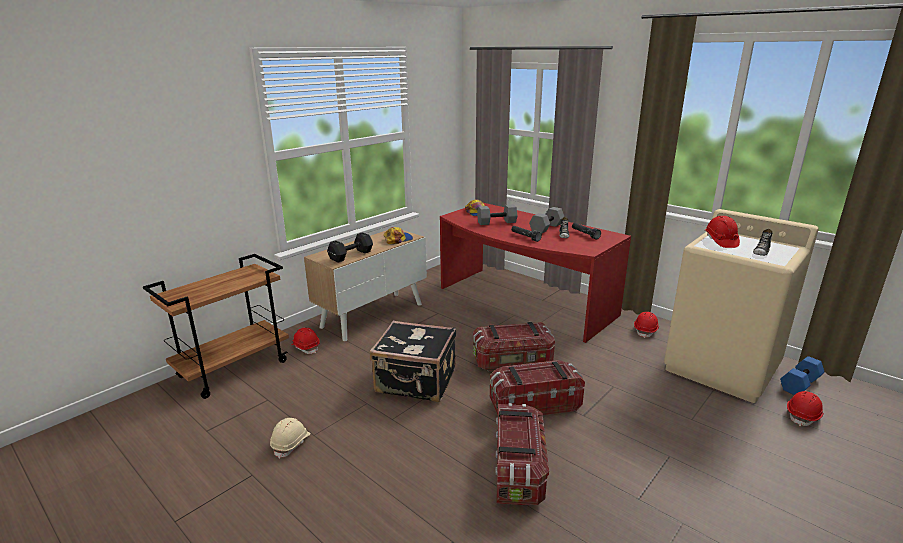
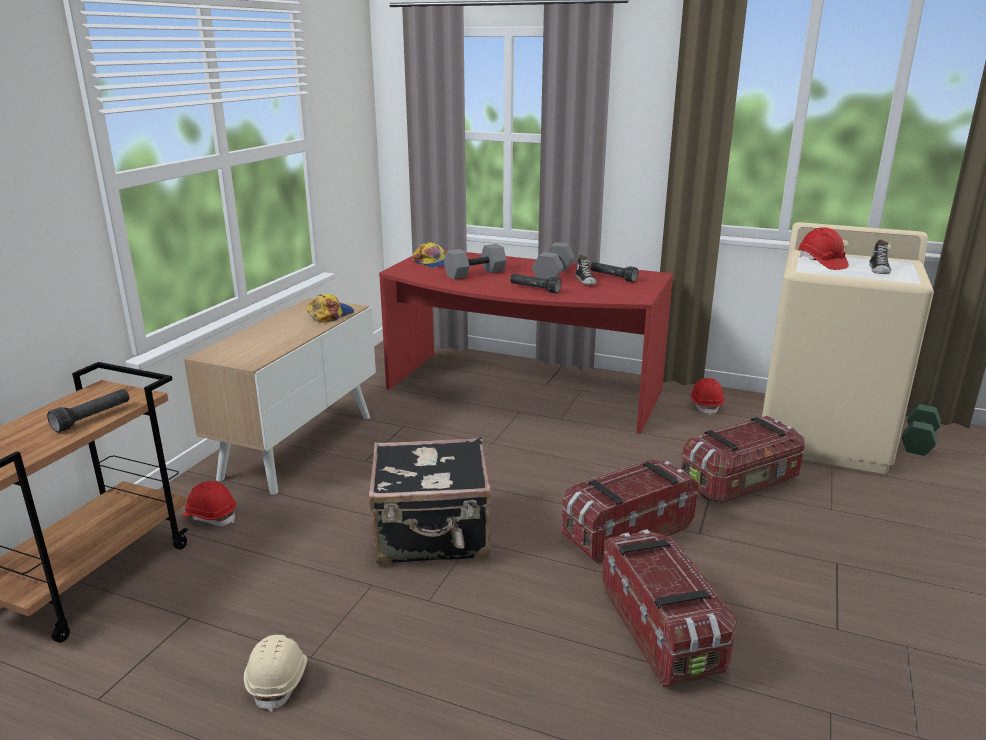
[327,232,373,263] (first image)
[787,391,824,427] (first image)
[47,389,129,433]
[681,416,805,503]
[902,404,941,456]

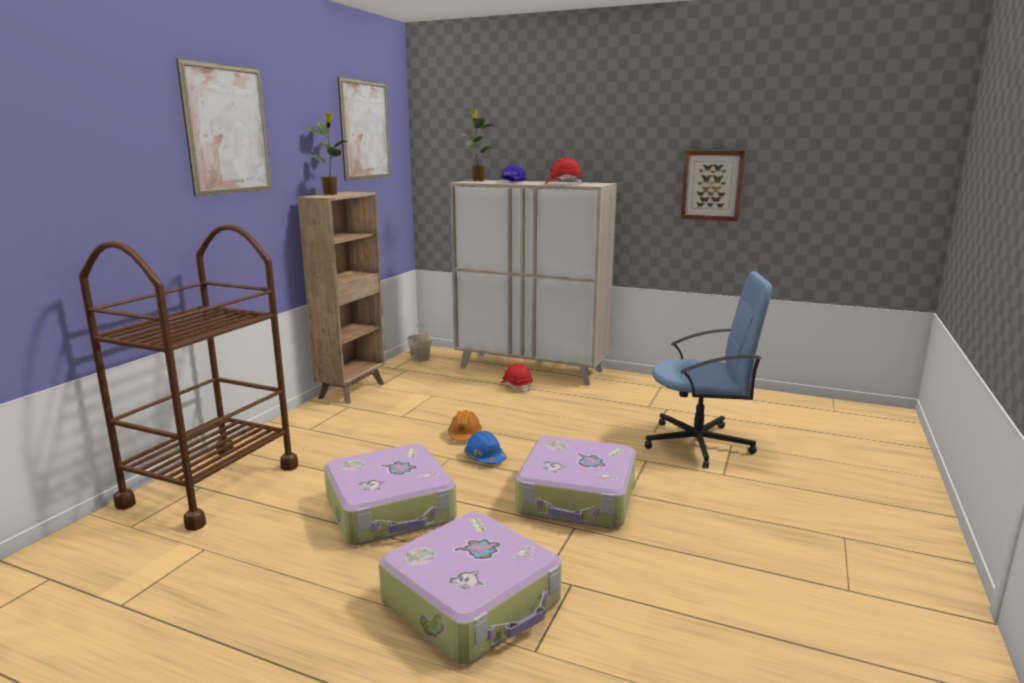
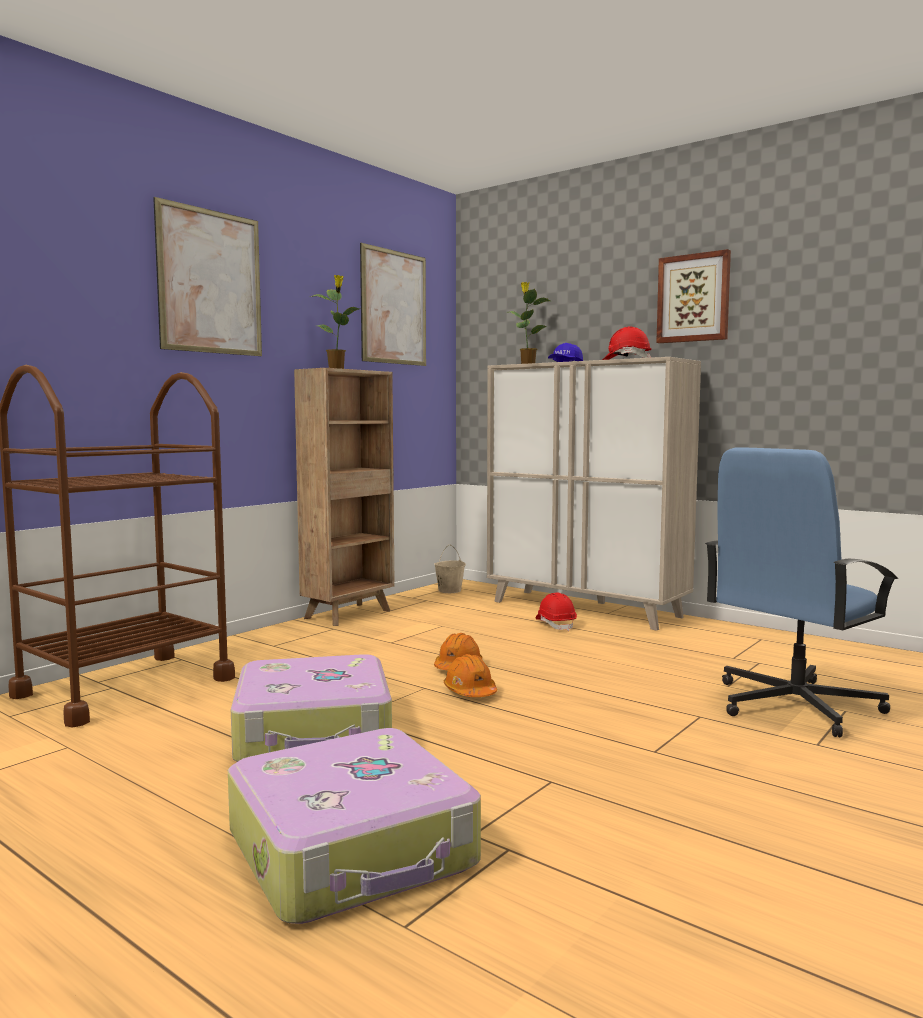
[515,436,636,529] (first image)
[656,249,731,343]
[444,654,497,697]
[705,447,898,737]

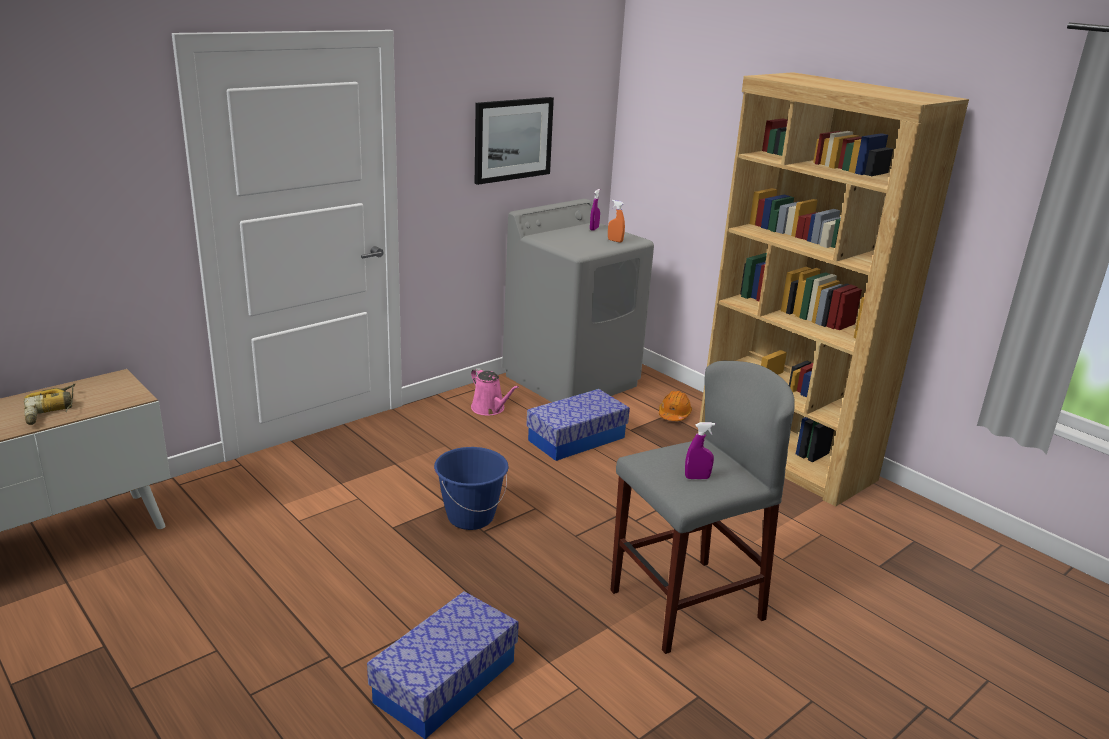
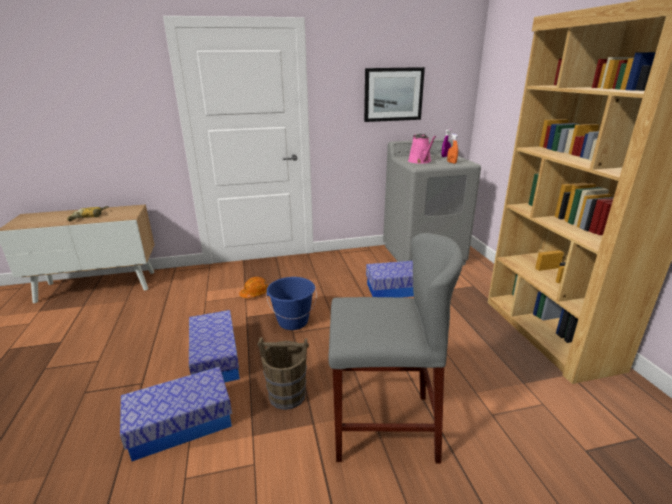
[685,422,715,479] (first image)
[189,310,240,382]
[258,337,309,410]
[408,134,436,164]
[239,277,268,298]

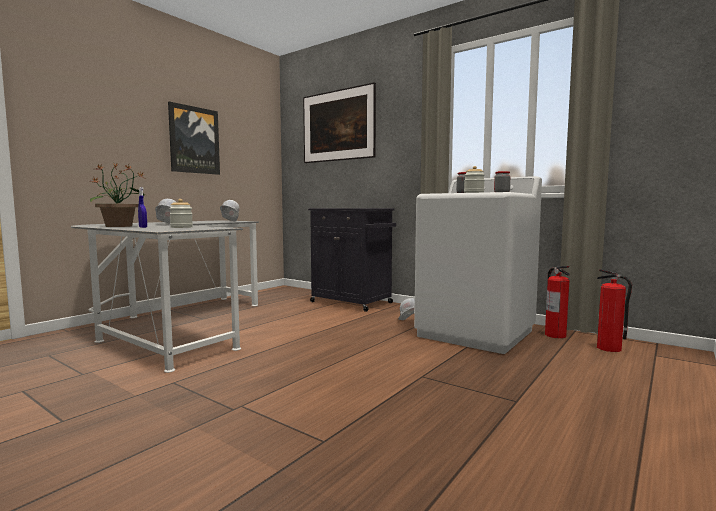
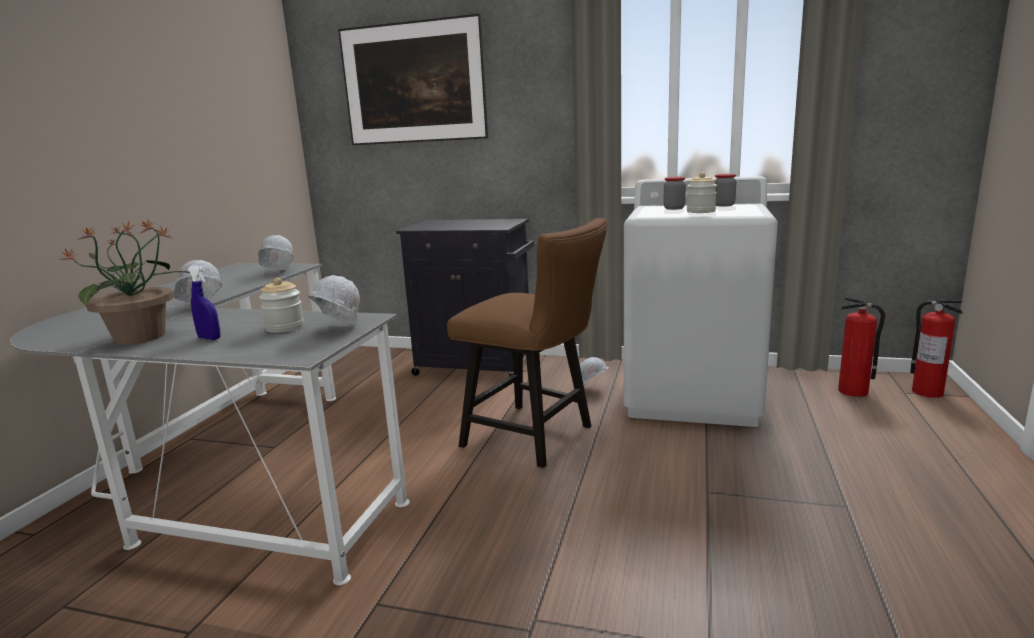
[168,101,220,175] (first image)
[308,275,360,325]
[447,218,608,468]
[910,300,962,398]

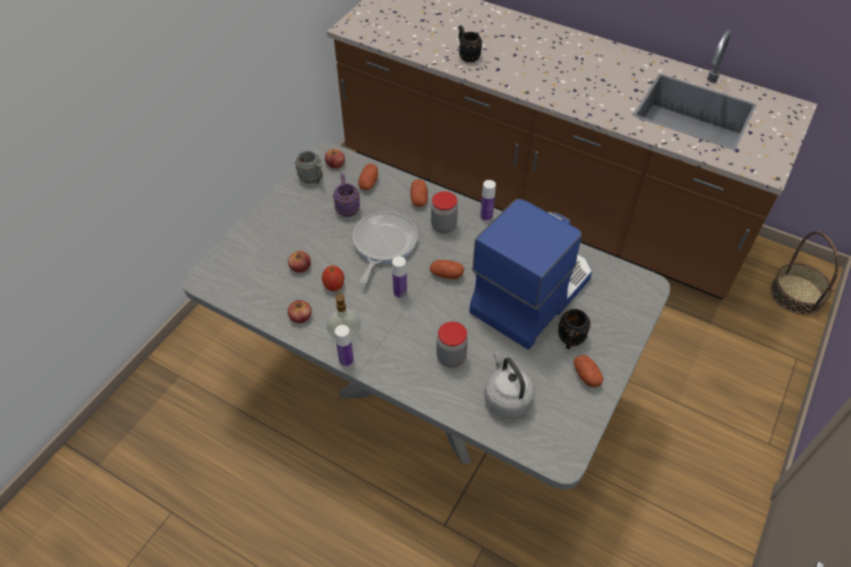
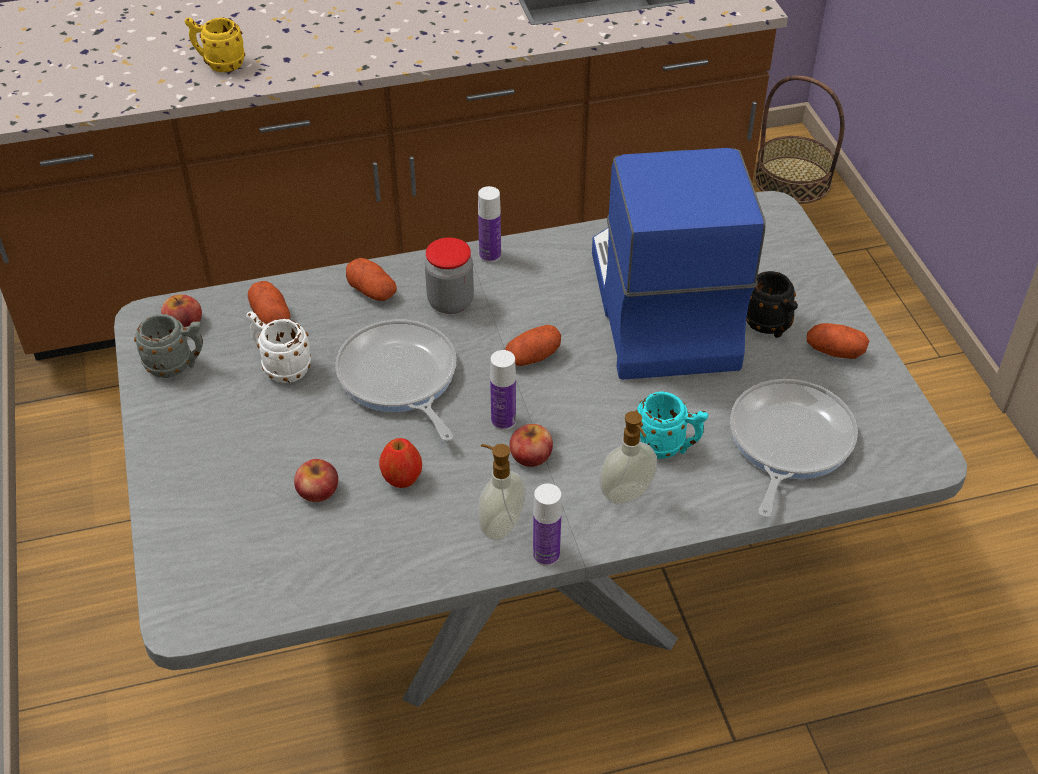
[599,411,657,505]
[509,424,553,467]
[636,392,708,459]
[730,379,858,517]
[246,311,311,383]
[185,17,245,72]

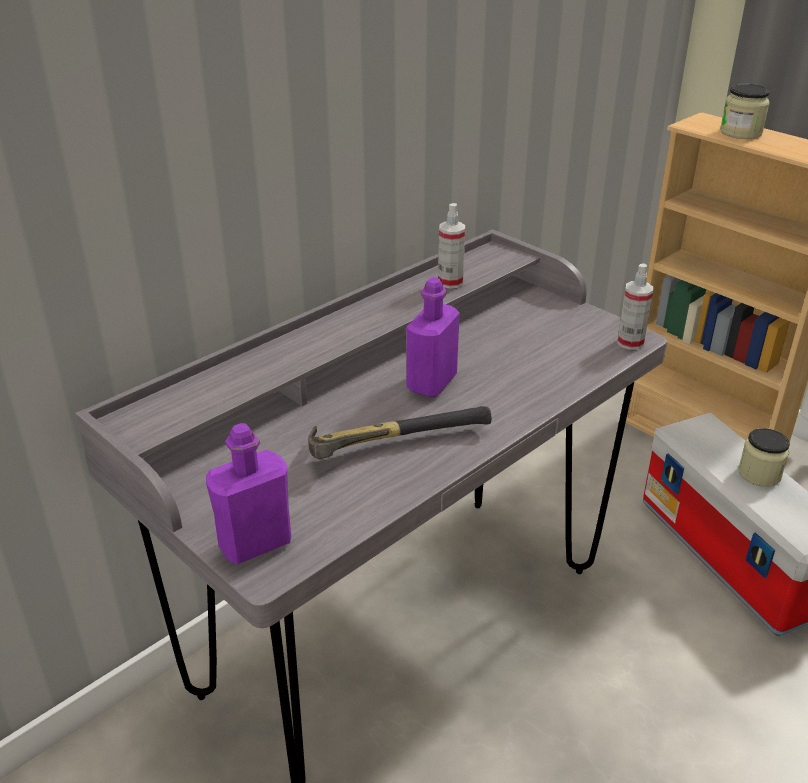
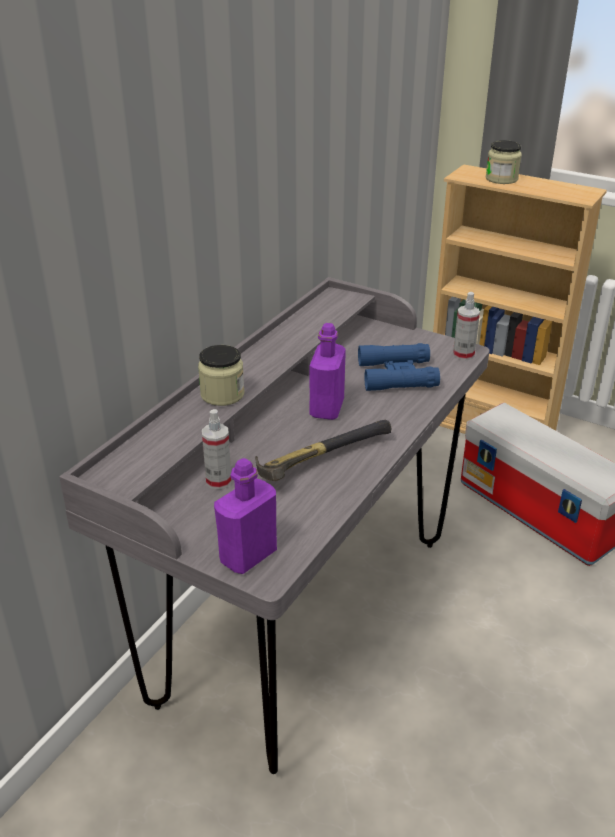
[358,343,440,391]
[202,409,232,490]
[198,345,244,406]

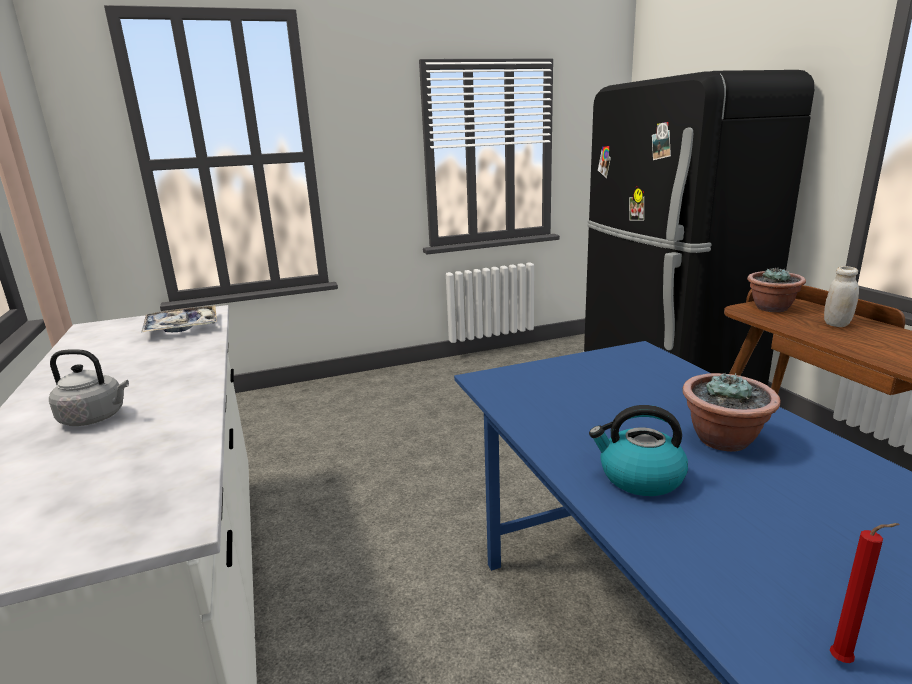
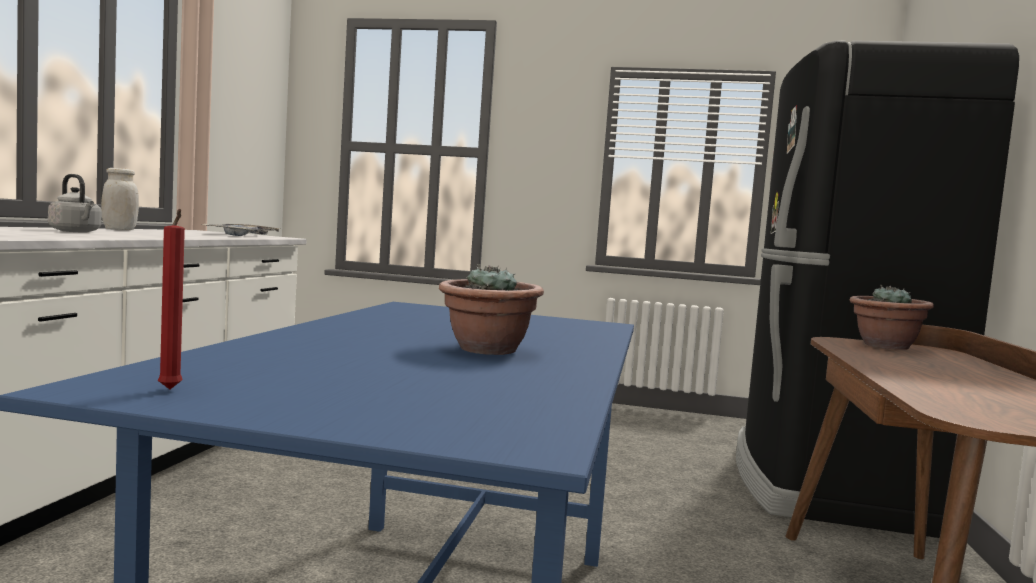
[589,405,688,496] (first image)
[101,168,139,230]

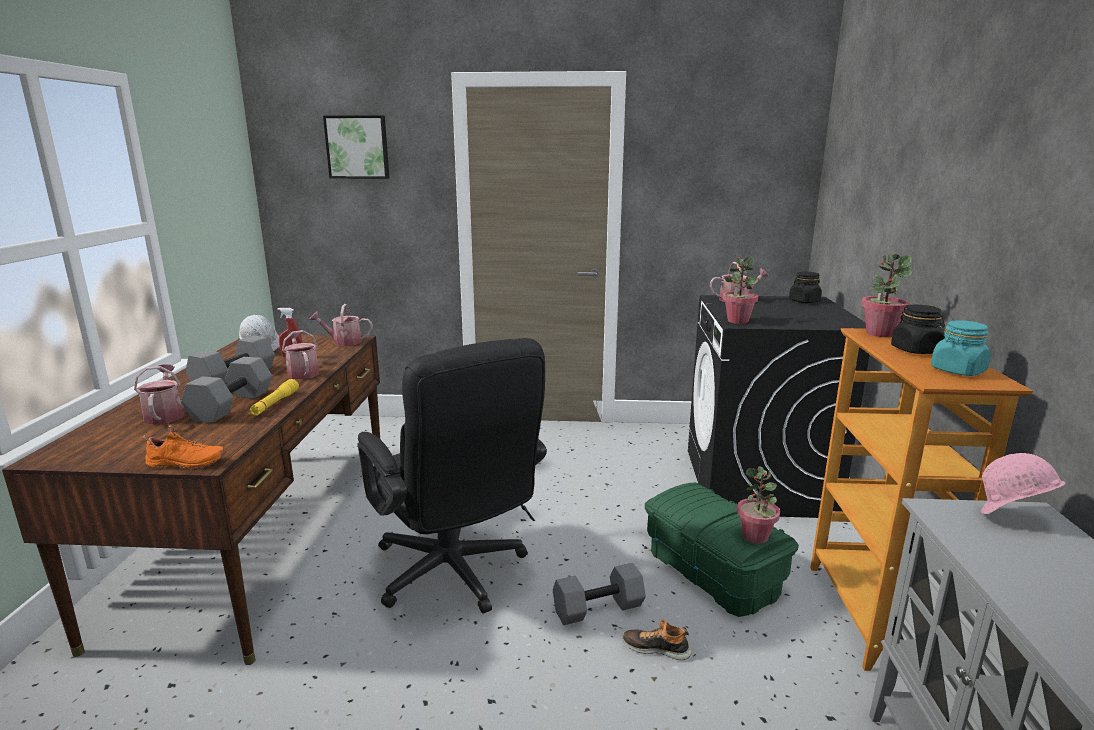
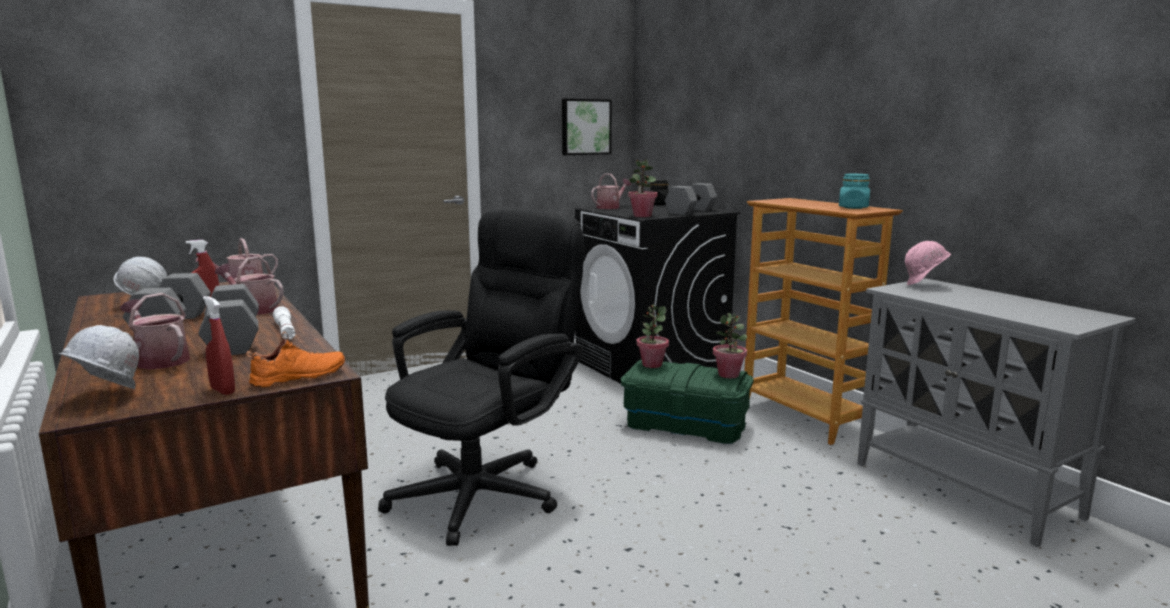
[622,619,691,660] (first image)
[891,305,945,354] (first image)
[58,325,139,389]
[203,296,235,395]
[562,99,612,155]
[665,183,717,215]
[636,305,669,368]
[273,306,295,340]
[378,209,584,546]

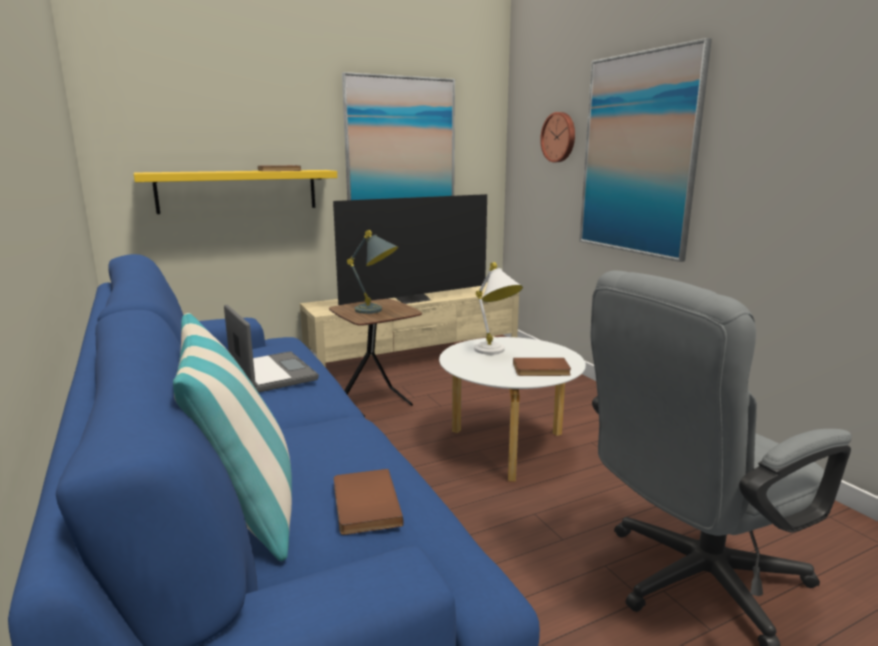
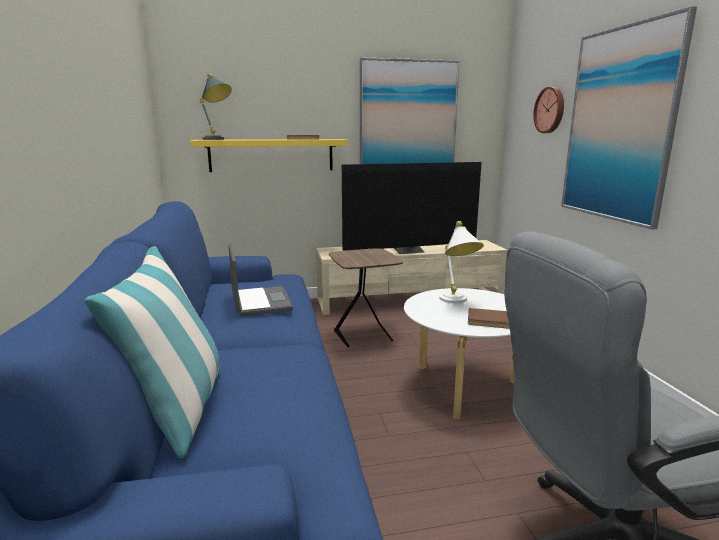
[334,469,404,535] (first image)
[200,73,232,140]

